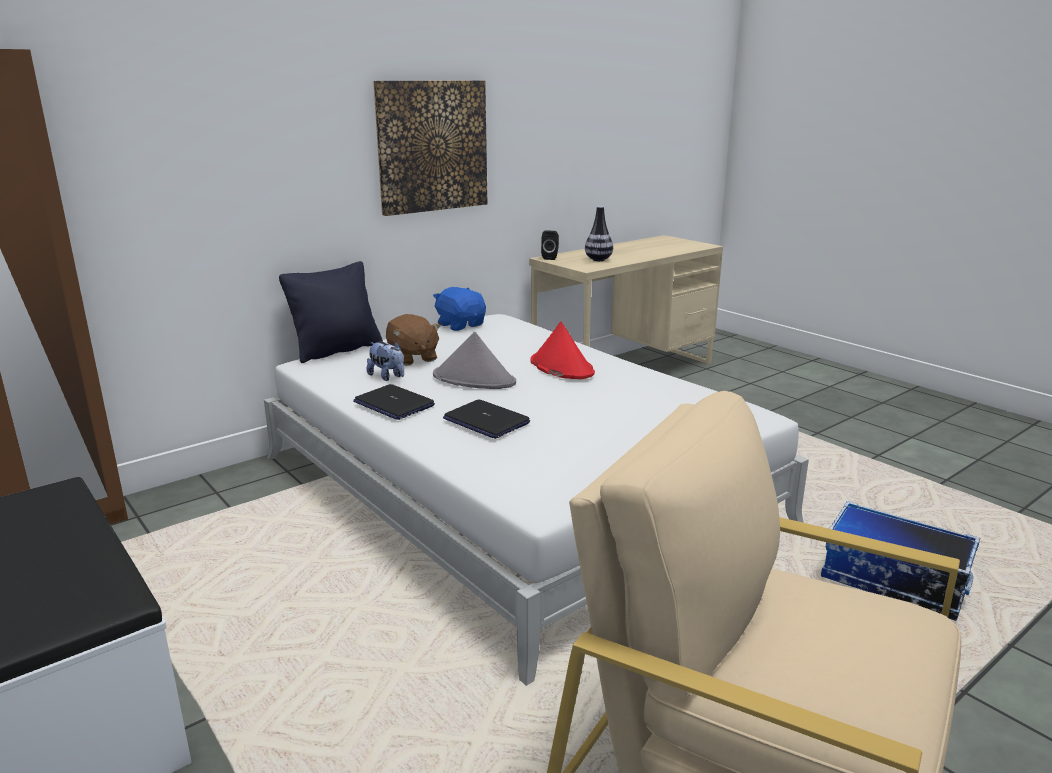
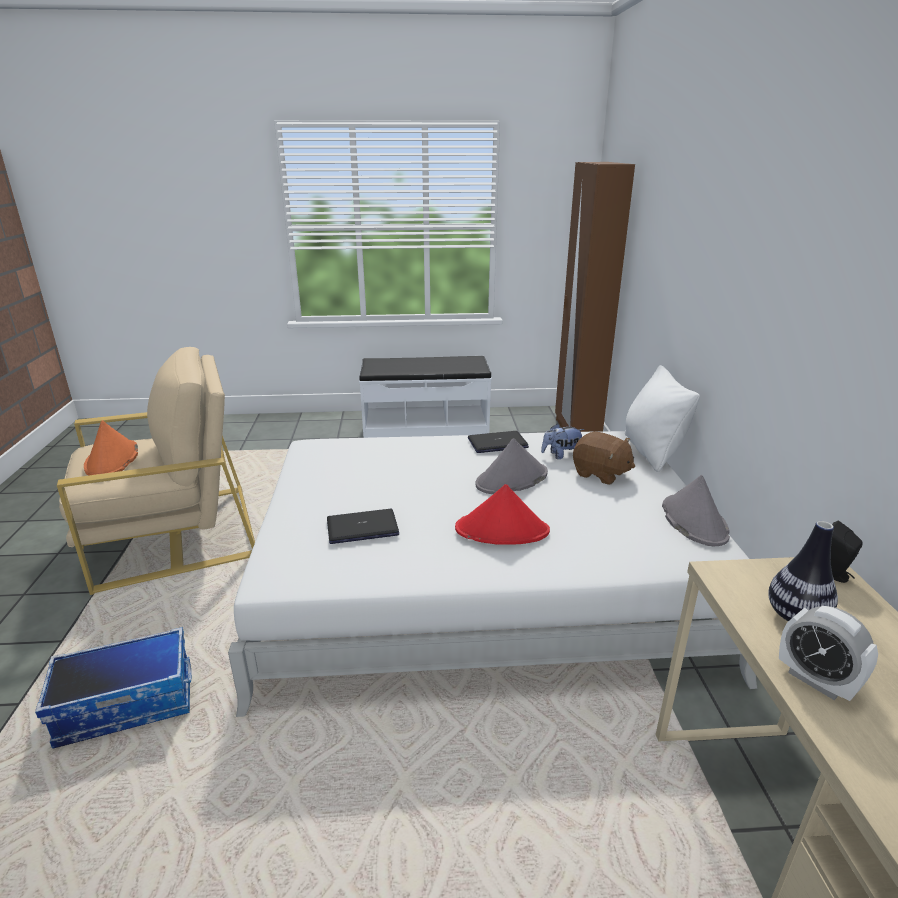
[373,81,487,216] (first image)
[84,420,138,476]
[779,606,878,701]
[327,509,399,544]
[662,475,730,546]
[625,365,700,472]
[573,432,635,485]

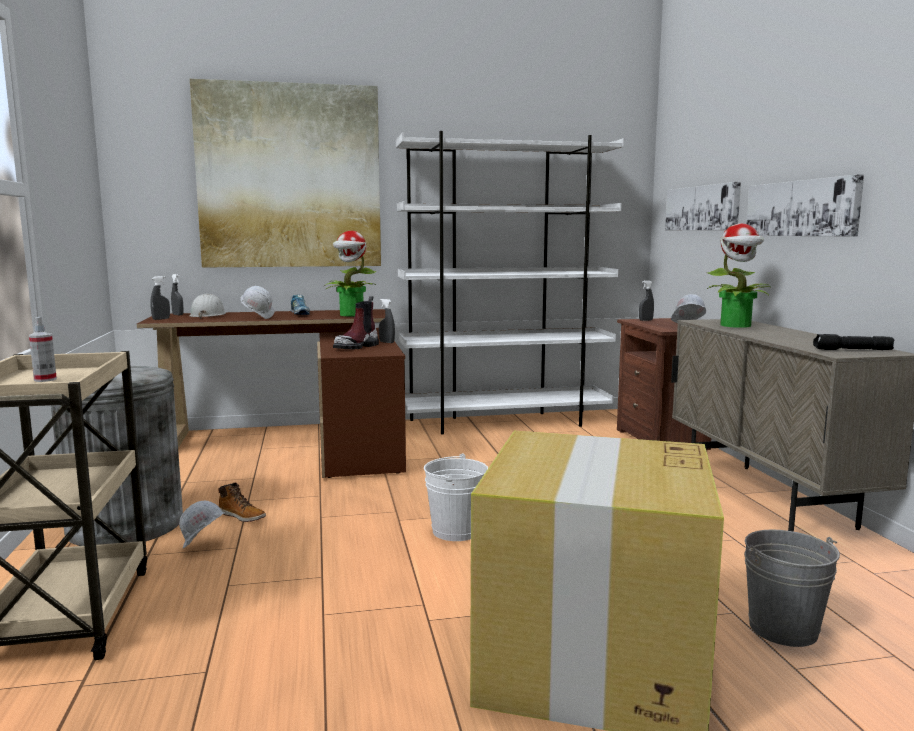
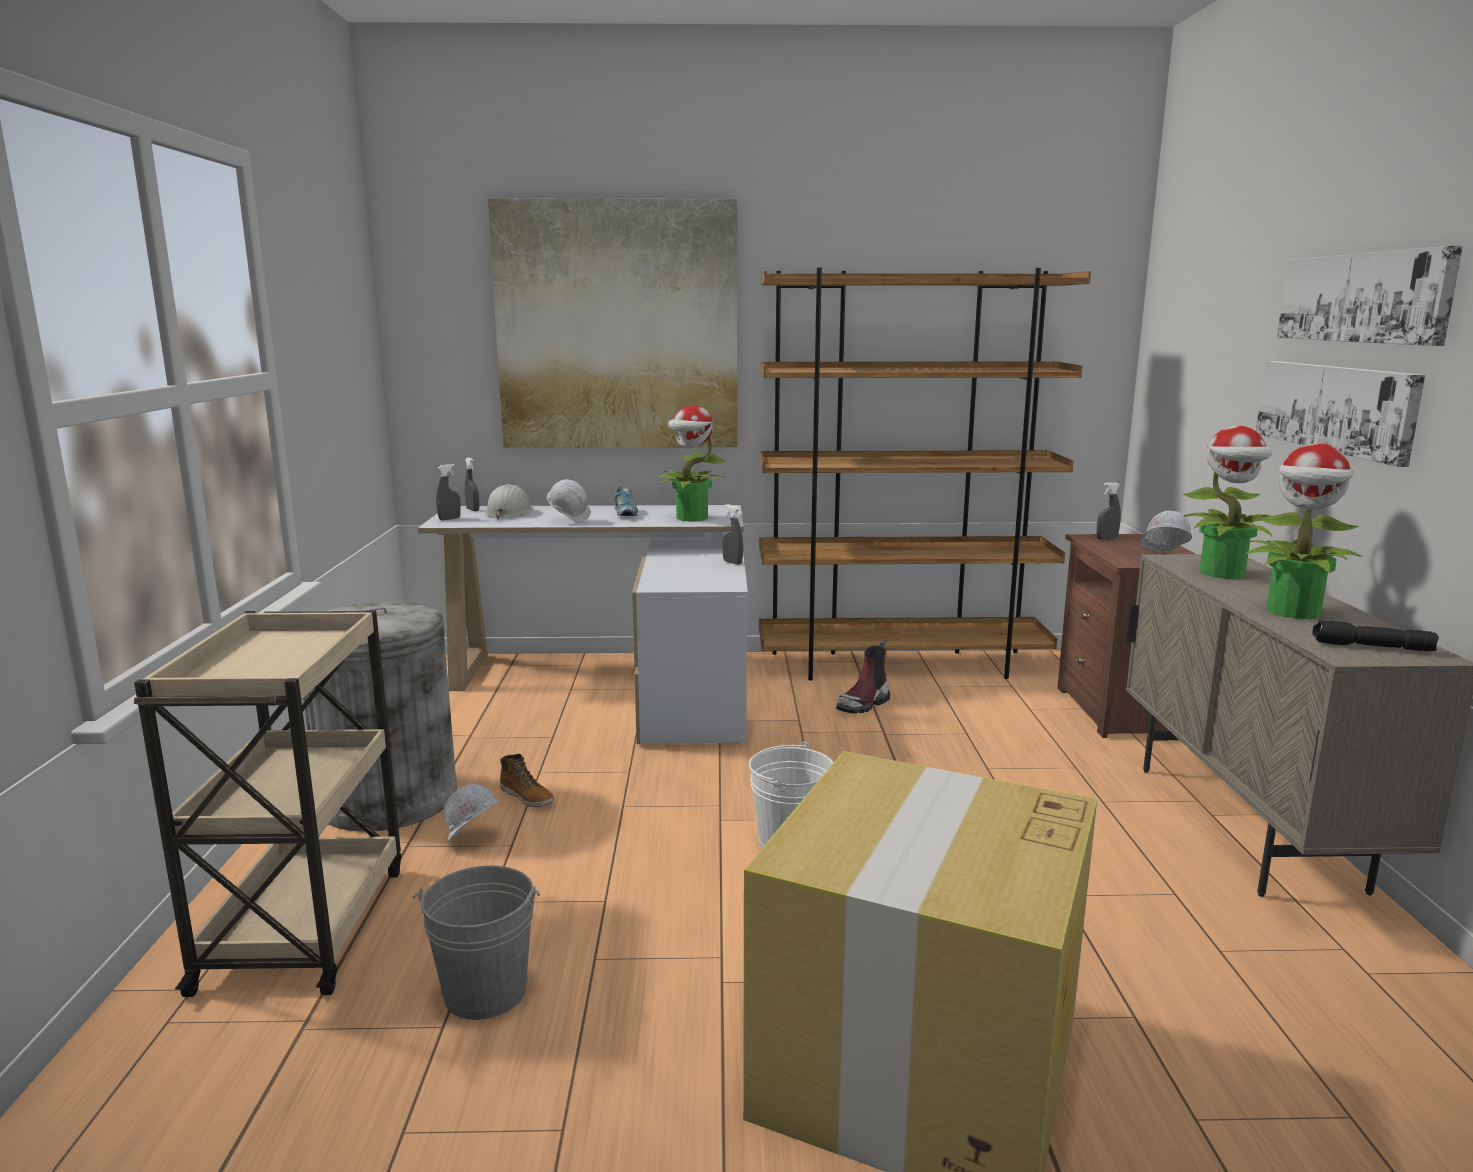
[29,317,57,382] (first image)
[1245,443,1362,619]
[836,639,890,714]
[1277,246,1463,346]
[412,865,540,1020]
[418,505,748,744]
[759,268,1091,681]

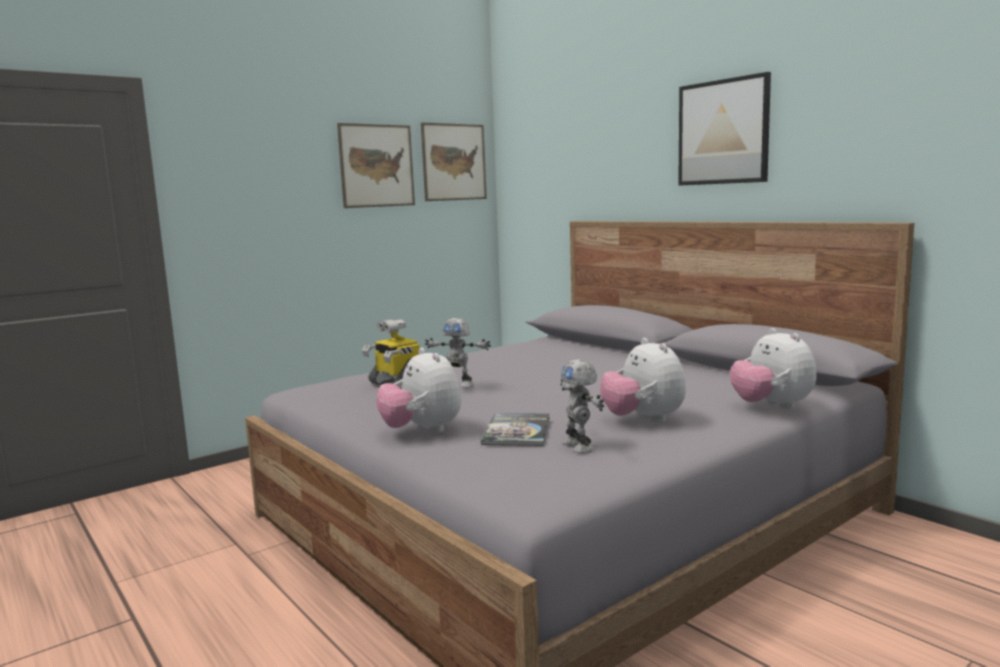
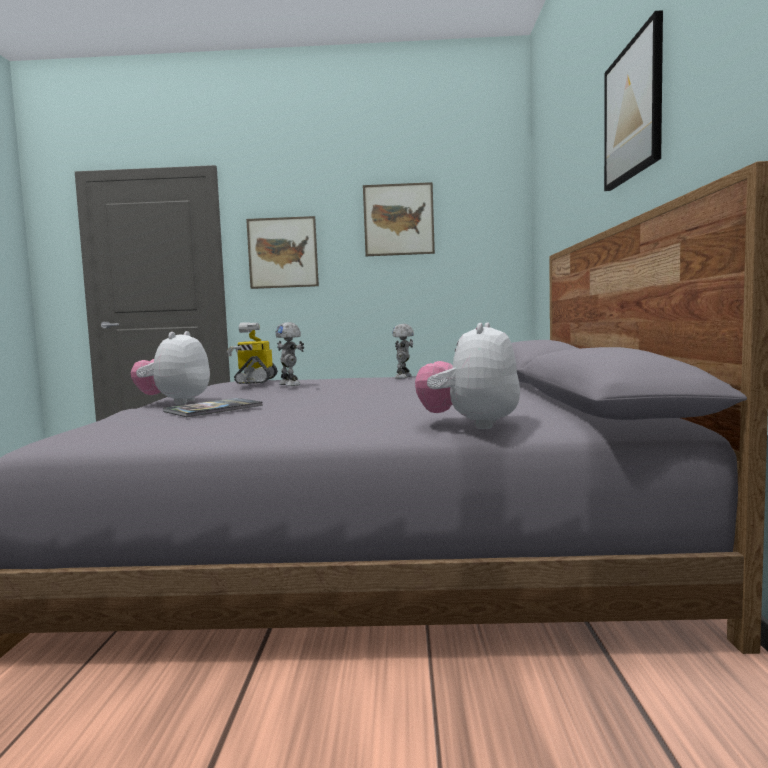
[600,338,686,423] (first image)
[246,216,319,289]
[392,324,414,379]

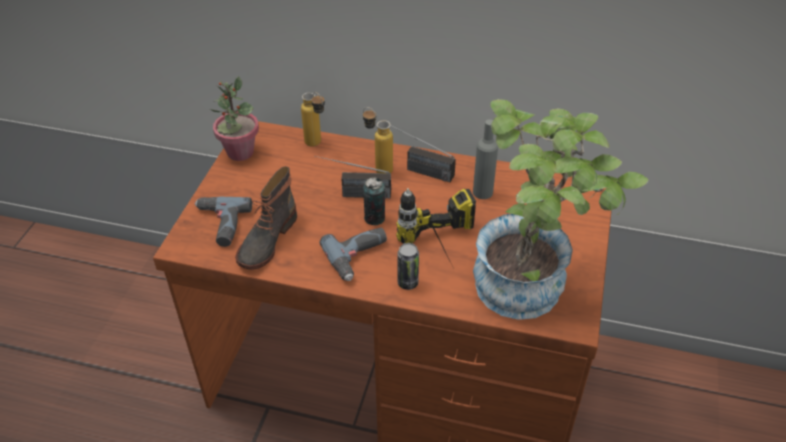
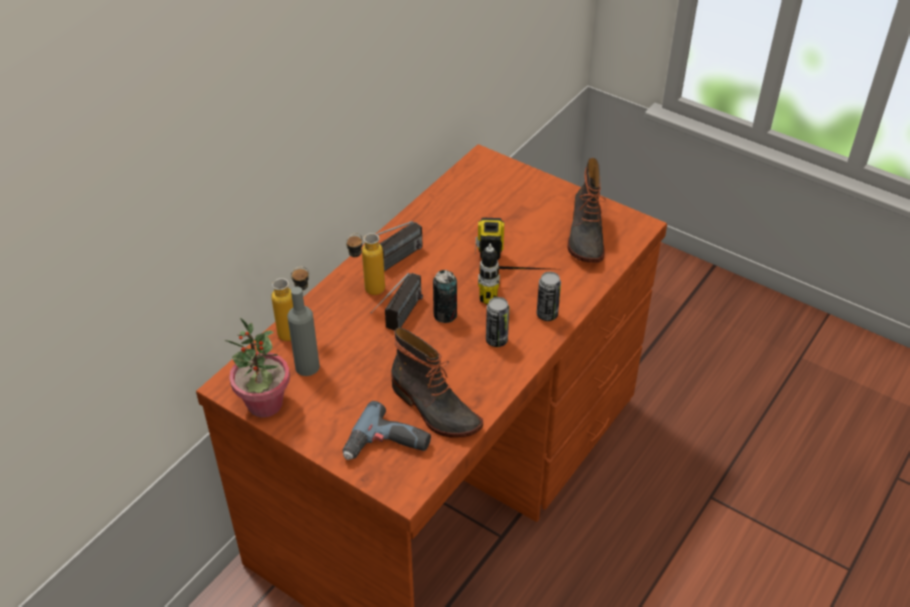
[287,287,320,376]
[486,297,509,347]
[568,158,606,263]

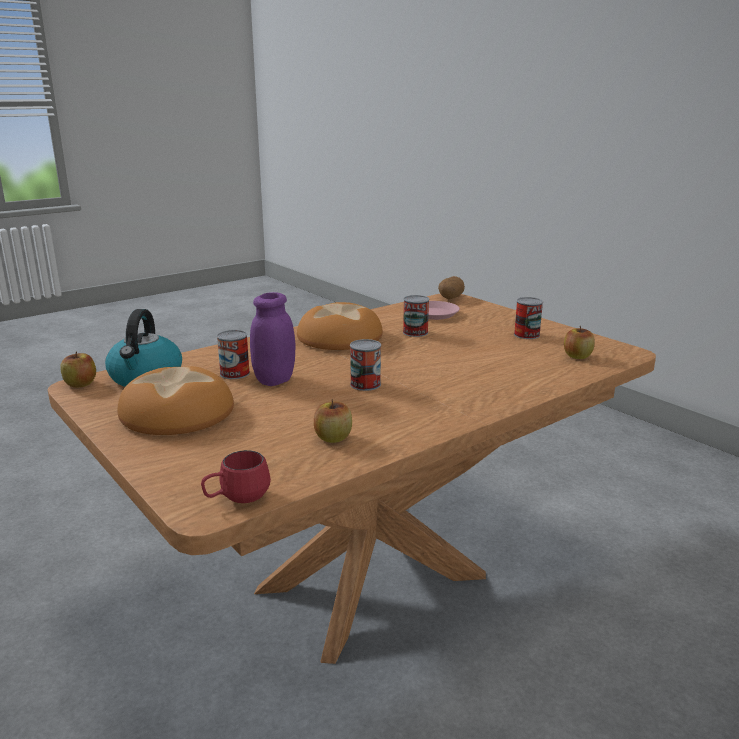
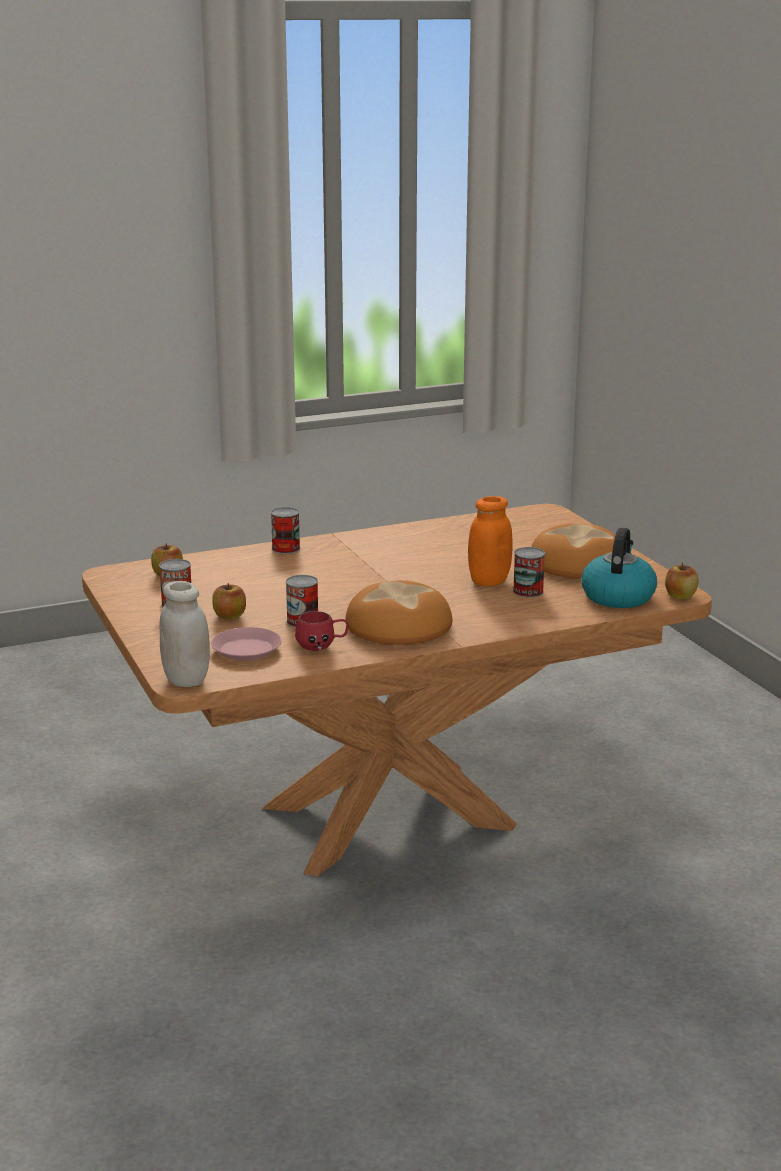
[295,611,349,651]
[212,583,246,620]
[271,507,300,554]
[160,581,210,687]
[468,496,513,586]

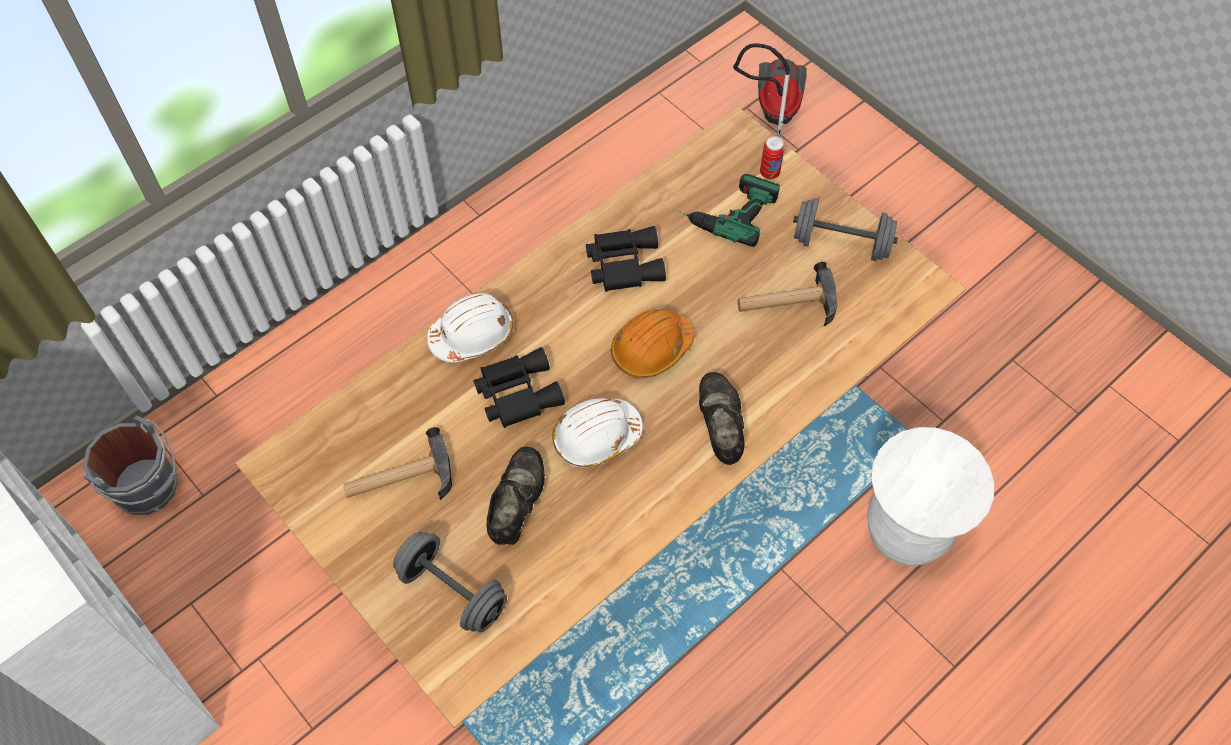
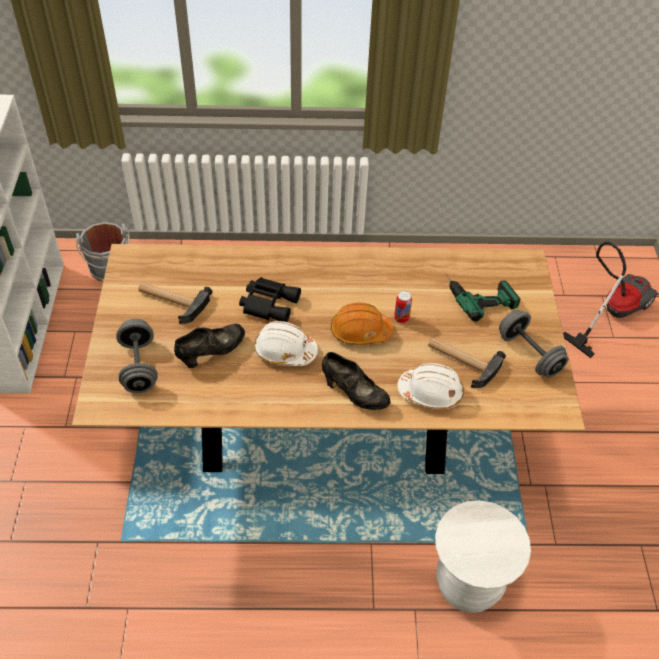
[586,226,666,292] (first image)
[397,363,464,409]
[394,291,412,323]
[322,352,391,410]

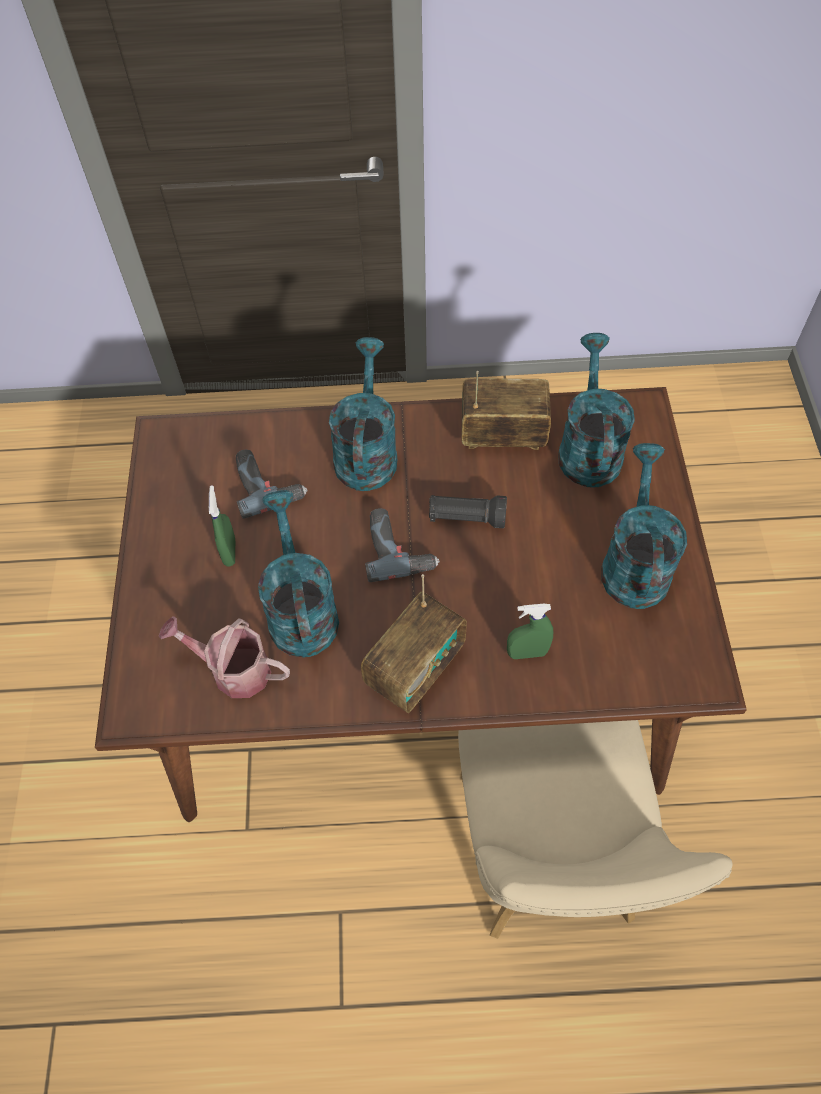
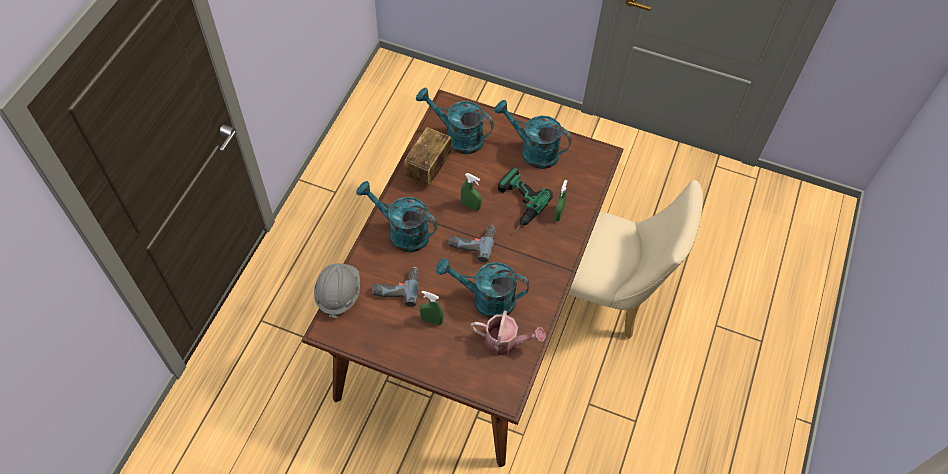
[361,574,467,713] (first image)
[314,264,360,318]
[498,167,553,233]
[461,173,482,211]
[471,311,546,355]

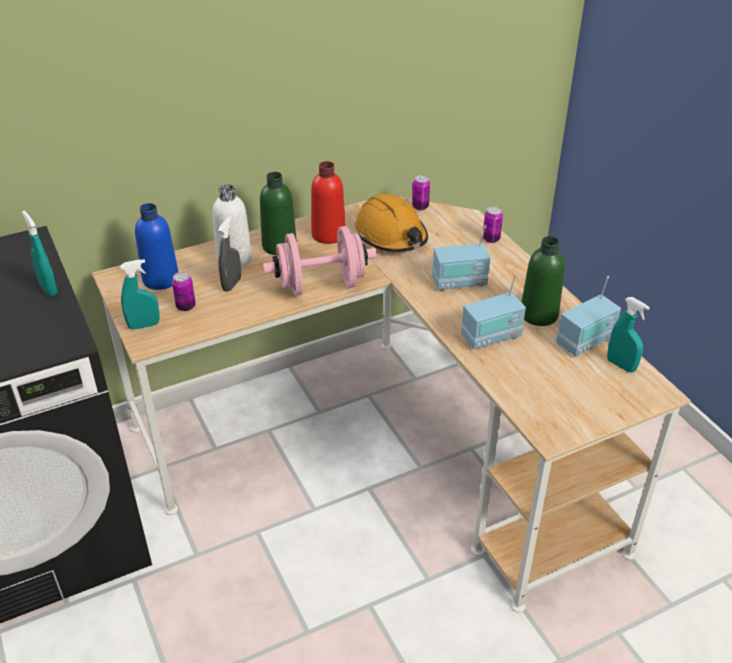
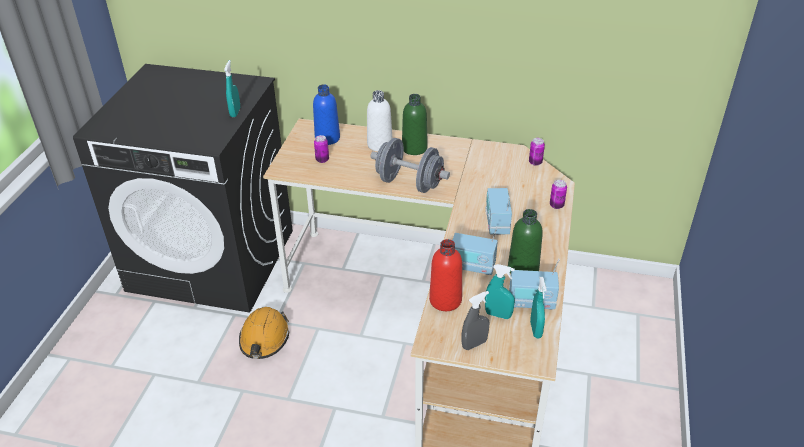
[485,264,515,319]
[462,291,489,350]
[429,239,462,311]
[239,307,289,359]
[371,138,450,193]
[485,188,512,235]

